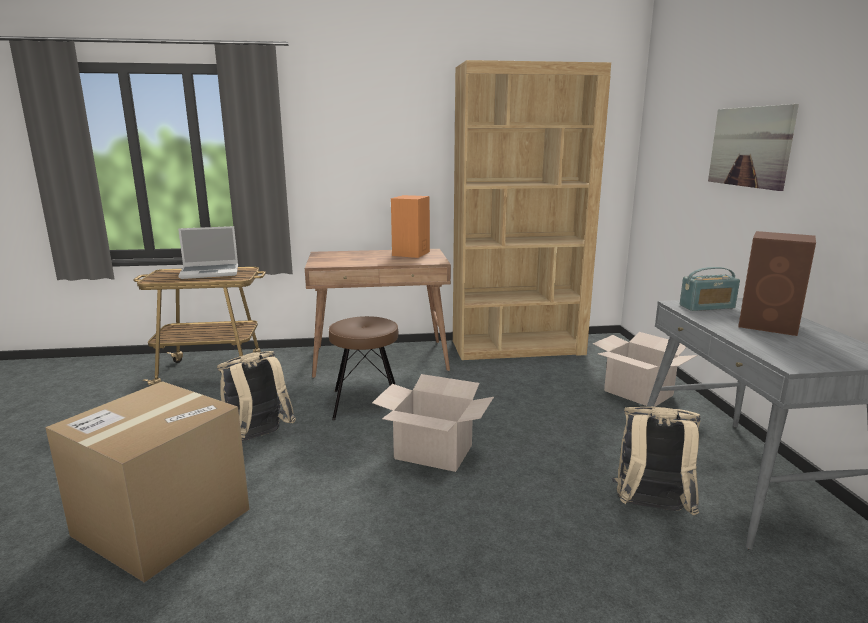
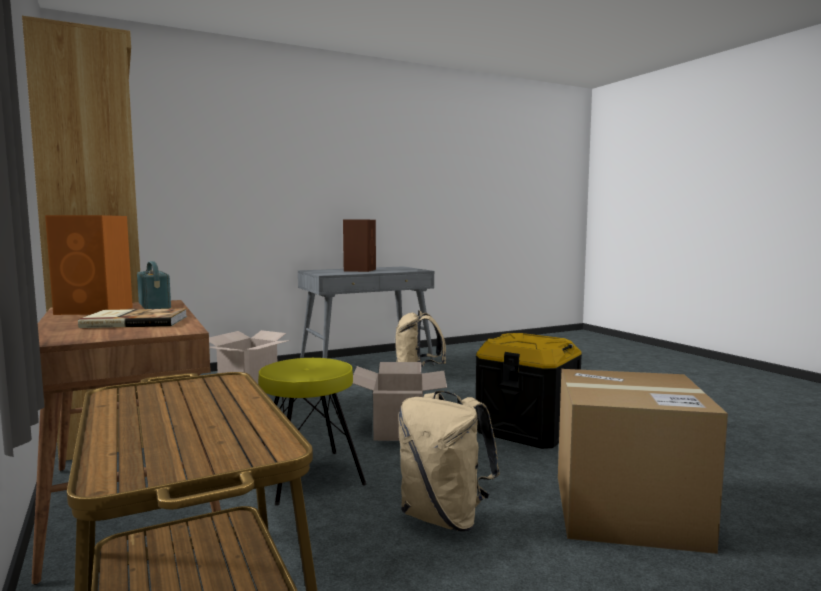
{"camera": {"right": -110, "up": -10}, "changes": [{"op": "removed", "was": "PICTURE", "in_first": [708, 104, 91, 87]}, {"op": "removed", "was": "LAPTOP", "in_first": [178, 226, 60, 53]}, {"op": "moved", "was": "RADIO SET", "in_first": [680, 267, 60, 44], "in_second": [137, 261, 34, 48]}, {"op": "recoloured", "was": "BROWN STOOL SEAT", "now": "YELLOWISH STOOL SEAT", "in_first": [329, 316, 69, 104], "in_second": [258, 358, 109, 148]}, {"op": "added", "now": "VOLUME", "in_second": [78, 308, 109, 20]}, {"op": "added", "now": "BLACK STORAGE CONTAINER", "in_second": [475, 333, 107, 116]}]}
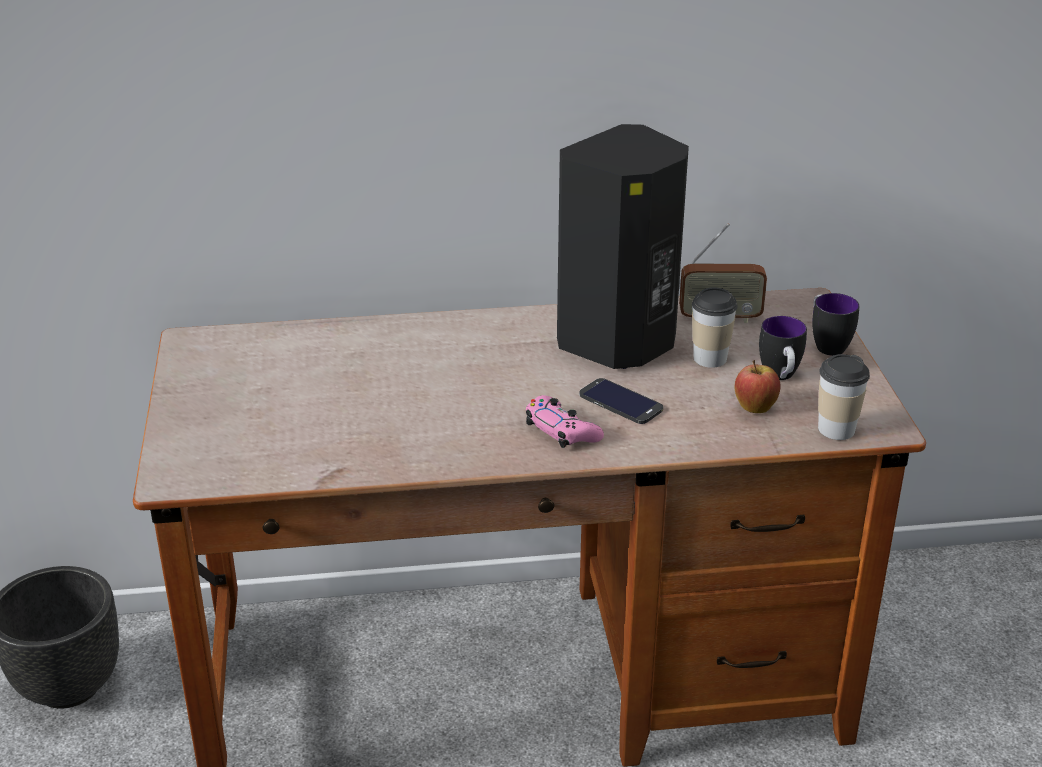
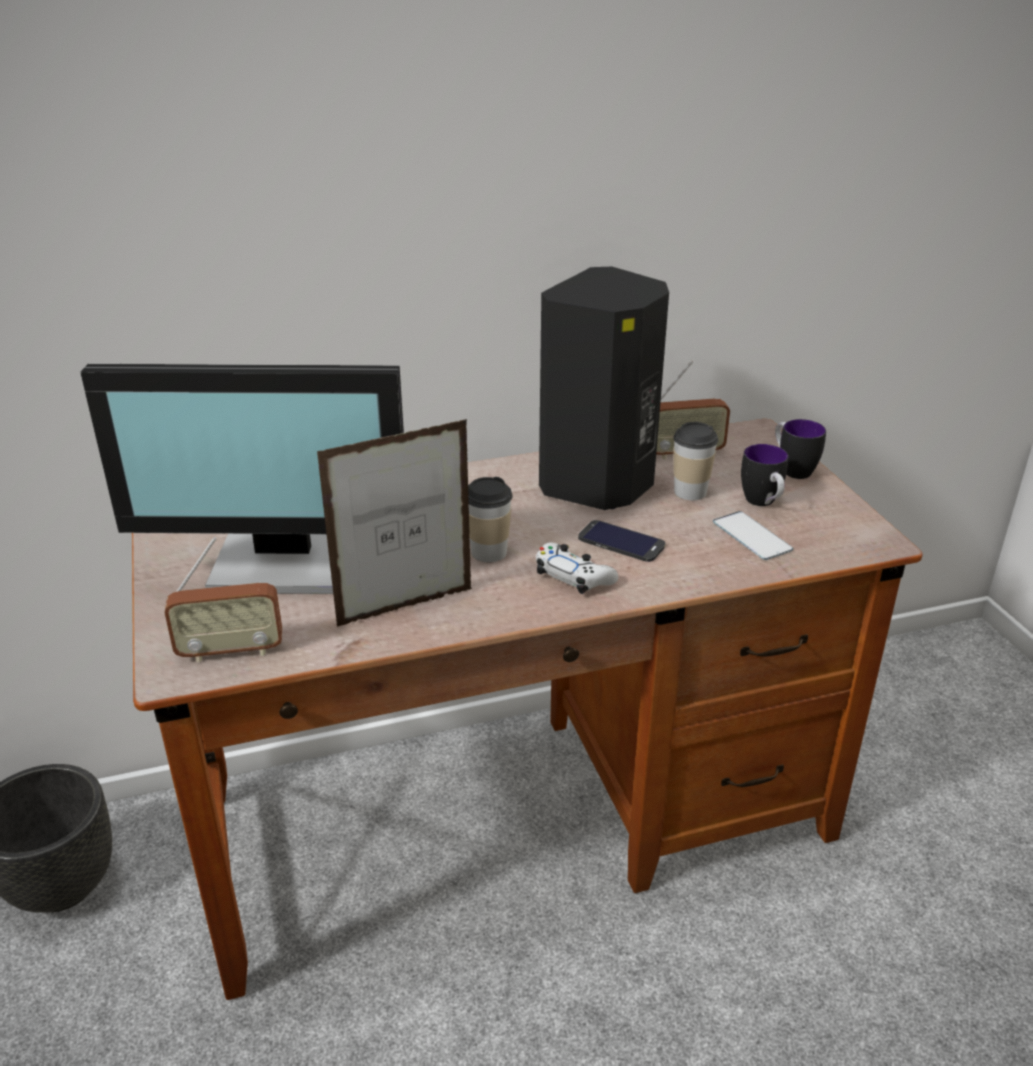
{"camera": {"right": -10, "up": 0}, "changes": [{"op": "moved", "was": "DRINKING CUP", "in_first": [818, 354, 52, 86], "in_second": [468, 477, 44, 85]}, {"op": "replaced", "was": "WHOLE APPLE", "now": "HANDSET", "in_first": [735, 360, 46, 53], "in_second": [713, 511, 80, 49]}, {"op": "recoloured", "was": "PINK JOYPAD", "now": "WHITISH JOYPAD", "in_first": [526, 395, 78, 53], "in_second": [536, 542, 82, 52]}, {"op": "added", "now": "MONITOR", "in_second": [80, 364, 324, 230]}, {"op": "added", "now": "PICTURE FRAME", "in_second": [317, 419, 155, 208]}, {"op": "added", "now": "RADIO SET", "in_second": [164, 537, 118, 126]}]}
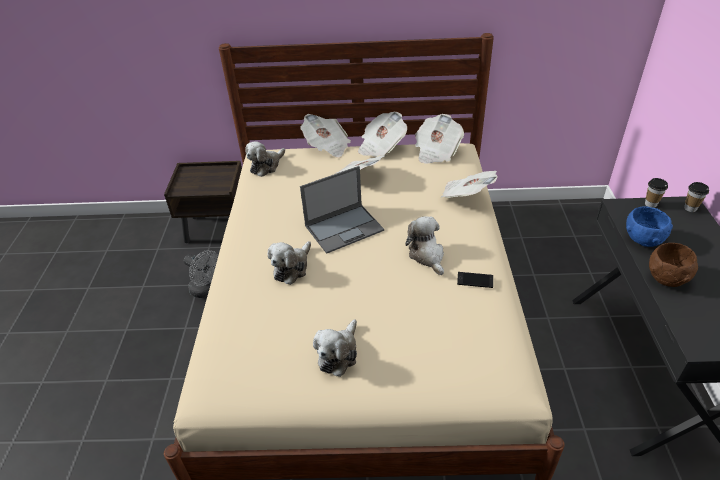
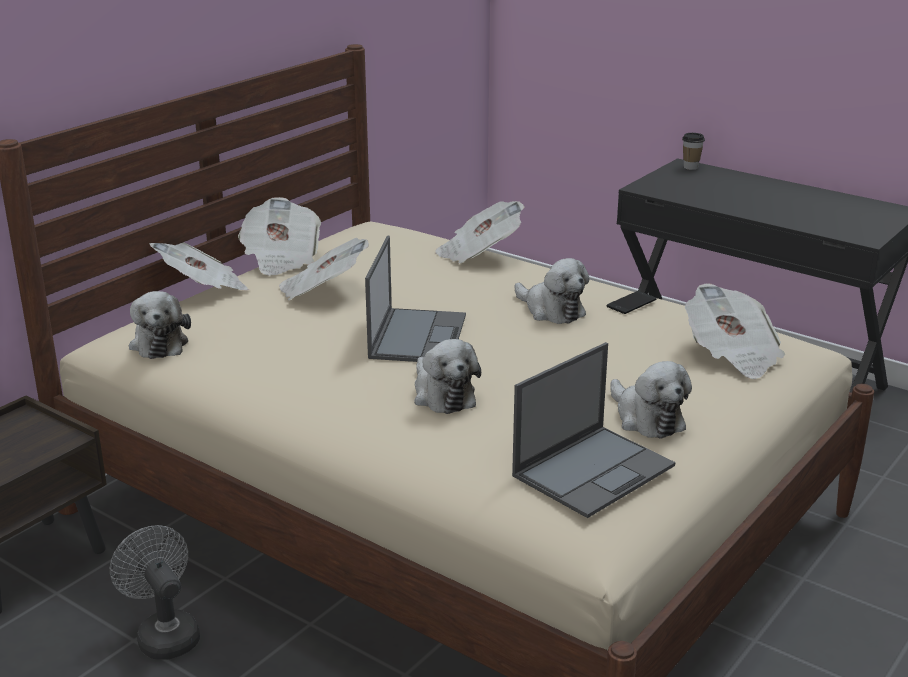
{"camera": {"right": -55, "up": -15}, "changes": [{"op": "moved", "was": "NEWSPAPER", "in_first": [415, 114, 49, 50], "in_second": [685, 283, 100, 96]}, {"op": "removed", "was": "DRINKING CUP", "in_first": [645, 178, 23, 30]}, {"op": "removed", "was": "BLUE-COLOURED DEEP DISH", "in_first": [626, 207, 47, 40]}, {"op": "turned", "was": "CUDDLY TOY", "in_first": [405, 216, 39, 59], "in_second": [514, 258, 75, 66], "clockwise": -150}, {"op": "removed", "was": "BROWN DEEP DISH", "in_first": [649, 243, 49, 44]}, {"op": "turned", "was": "GREY FAN", "in_first": [184, 250, 34, 48], "in_second": [110, 525, 90, 135], "clockwise": -105}, {"op": "added", "now": "LAPTOP", "in_second": [512, 342, 164, 176]}]}
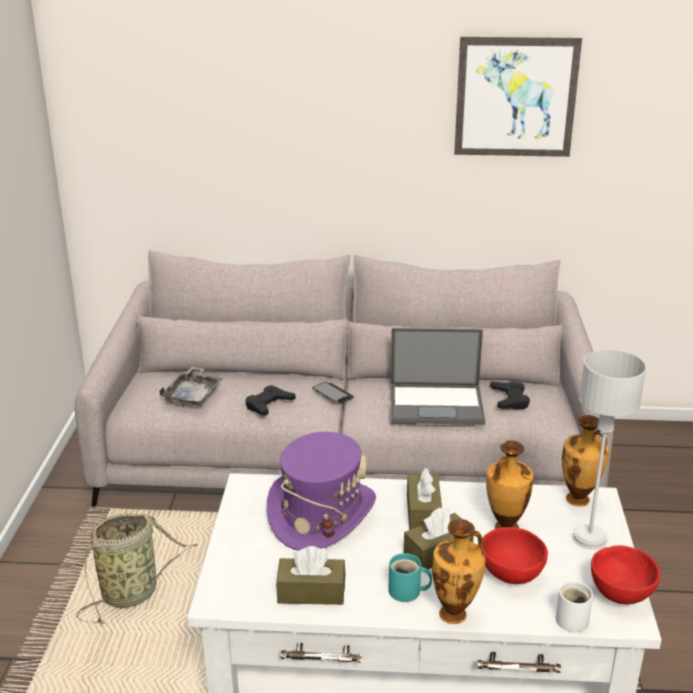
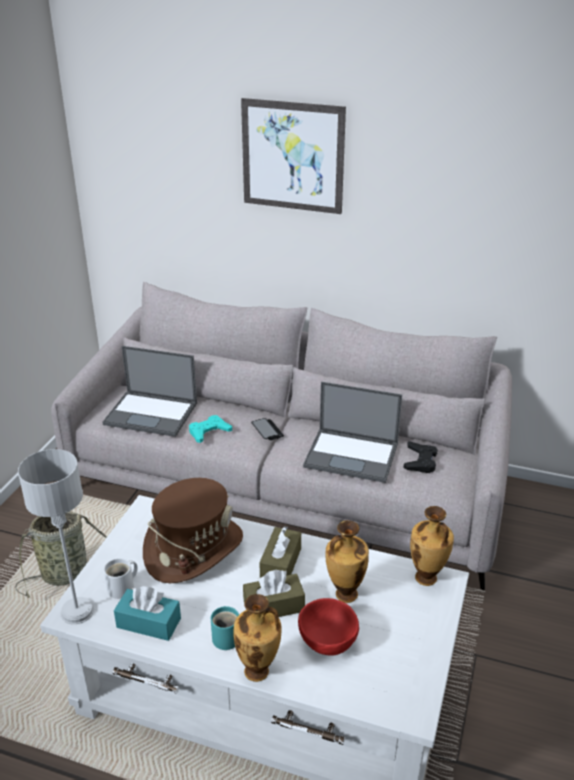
{"camera": {"right": 15, "up": 5}, "changes": [{"op": "moved", "was": "PICTURE", "in_first": [454, 37, 128, 120], "in_second": [241, 98, 105, 116]}, {"op": "moved", "was": "GREY LAMP FOR A TABLE", "in_first": [572, 350, 74, 200], "in_second": [18, 449, 76, 175]}, {"op": "replaced", "was": "GREY SERVING TRAY", "now": "LAPTOP", "in_first": [159, 366, 64, 40], "in_second": [102, 346, 95, 91]}, {"op": "recoloured", "was": "BLACK JOYPAD", "now": "BLUE-GREEN JOYPAD", "in_first": [245, 385, 51, 31], "in_second": [189, 415, 43, 28]}, {"op": "recoloured", "was": "PURPLE-COLOURED CLOTHING HAT", "now": "BROWN CLOTHING HAT", "in_first": [267, 432, 109, 119], "in_second": [143, 478, 100, 105]}, {"op": "removed", "was": "RED DEEP DISH", "in_first": [591, 545, 70, 59]}, {"op": "recoloured", "was": "BROWN BOX OF TISSUES", "now": "BLUE-GREEN BOX OF TISSUES", "in_first": [276, 546, 70, 59], "in_second": [114, 586, 67, 55]}, {"op": "moved", "was": "WHITISH MUG", "in_first": [556, 581, 37, 51], "in_second": [104, 558, 34, 41]}]}
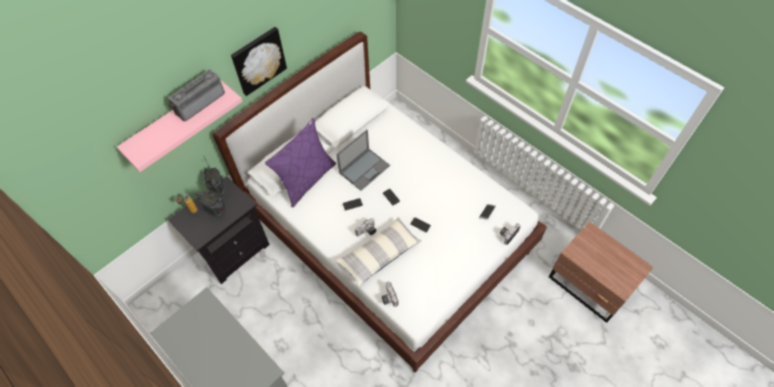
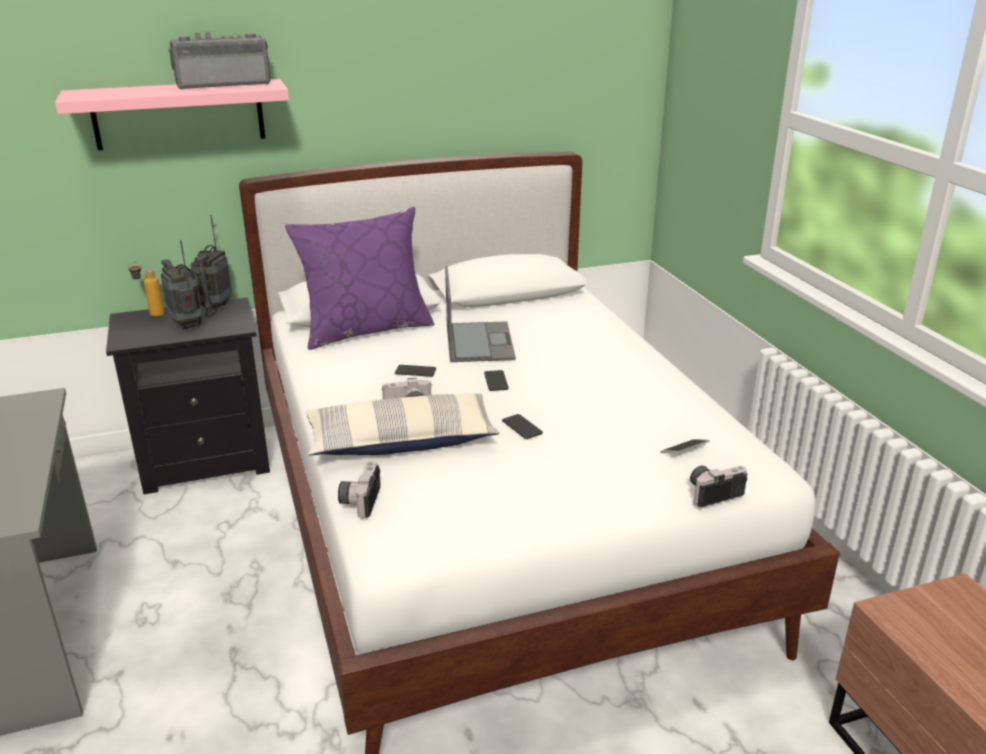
{"camera": {"right": 25, "up": -30}, "changes": [{"op": "removed", "was": "PICTURE", "in_first": [231, 27, 56, 69]}, {"op": "turned", "was": "LAPTOP", "in_first": [336, 130, 54, 61], "in_second": [445, 266, 71, 96], "clockwise": -75}]}
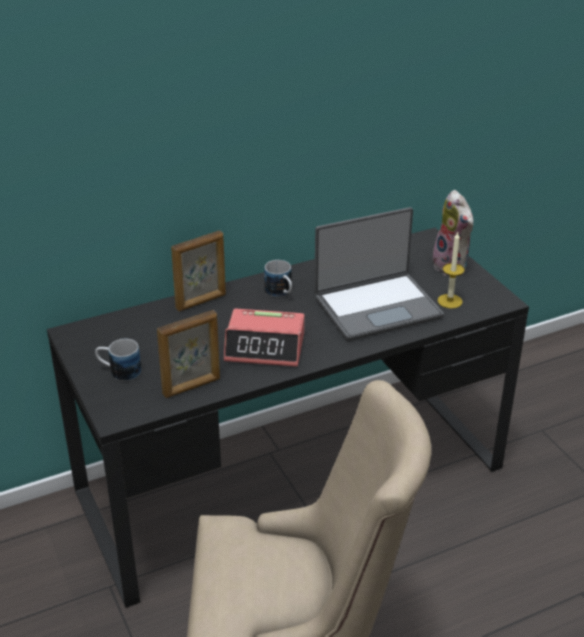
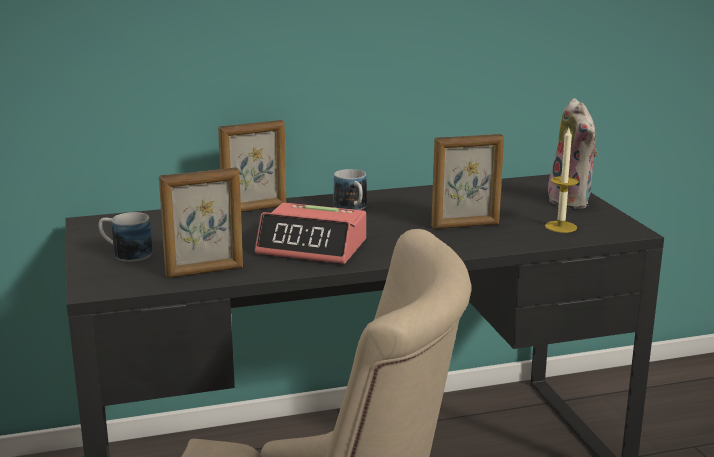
{"camera": {"right": 10, "up": -15}, "changes": [{"op": "replaced", "was": "LAPTOP", "now": "PICTURE FRAME", "in_first": [314, 207, 130, 134], "in_second": [431, 134, 73, 95]}]}
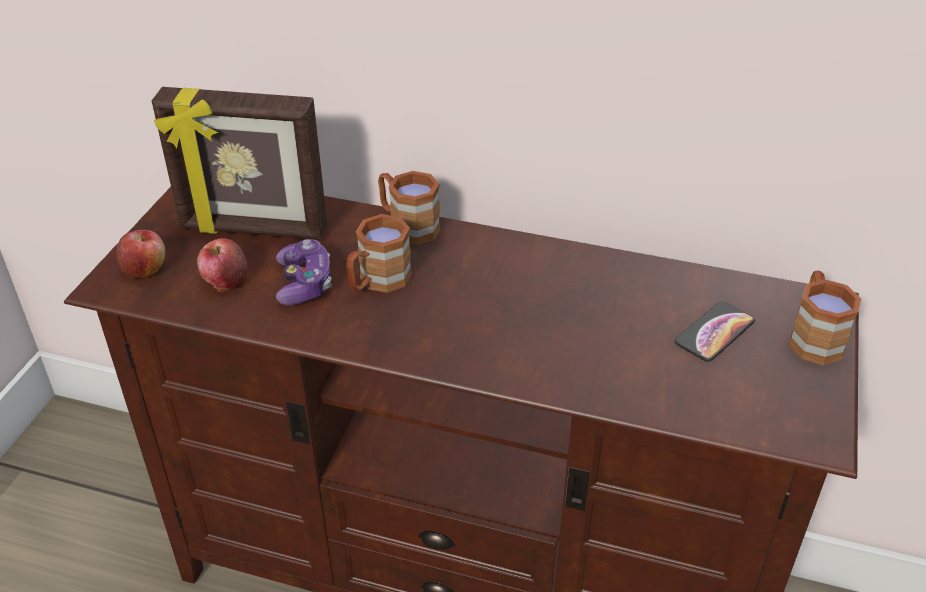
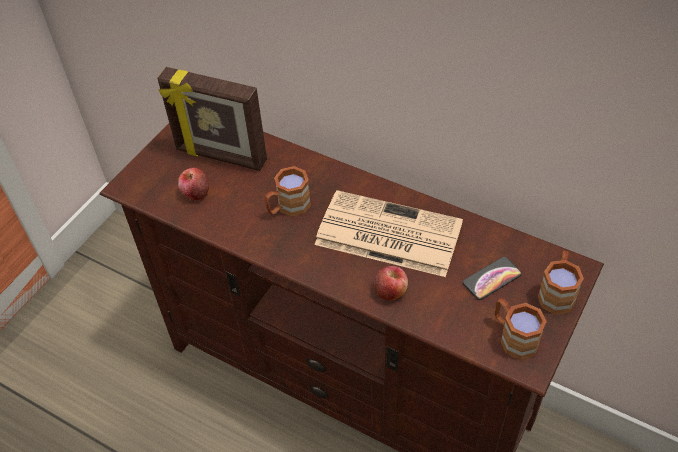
{"camera": {"right": 15, "up": 10}, "changes": [{"op": "moved", "was": "BROWN MUG", "in_first": [378, 171, 62, 74], "in_second": [495, 298, 52, 62]}, {"op": "moved", "was": "WHOLE APPLE", "in_first": [117, 230, 48, 49], "in_second": [374, 266, 34, 34]}, {"op": "removed", "was": "JOYPAD", "in_first": [276, 239, 56, 66]}, {"op": "added", "now": "NEWSPAPER", "in_second": [315, 190, 148, 87]}]}
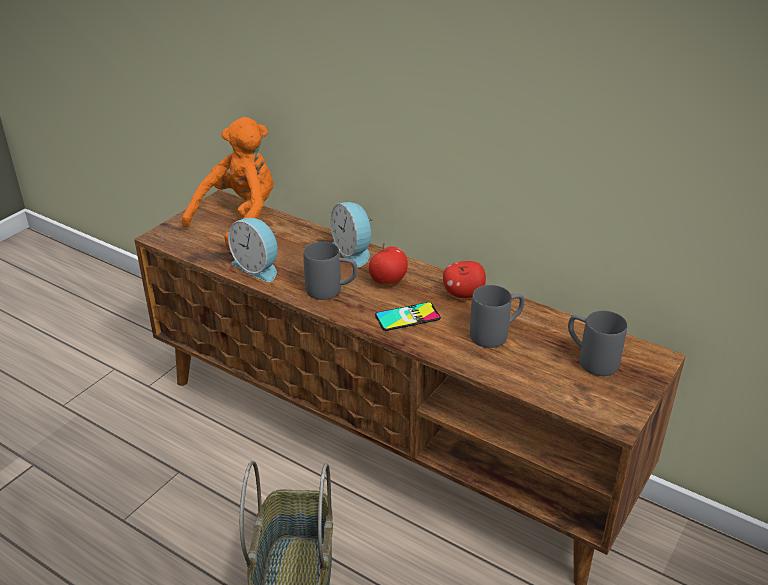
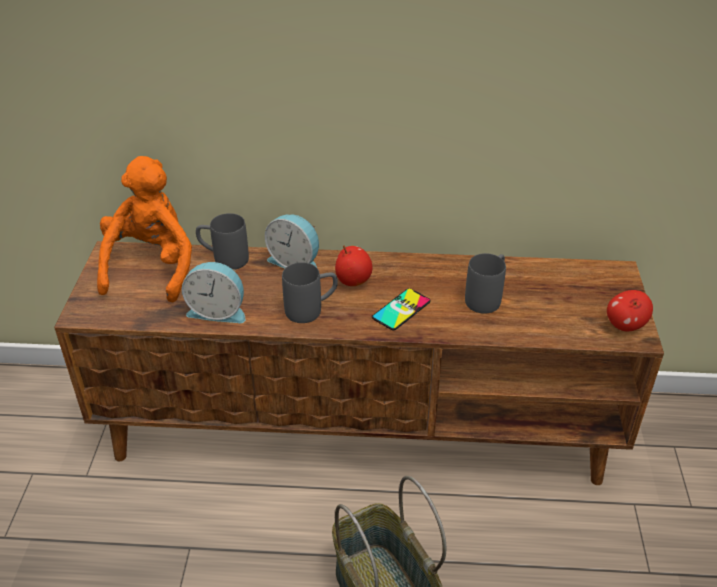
{"camera": {"right": -30, "up": 5}, "changes": [{"op": "moved", "was": "WHOLE APPLE", "in_first": [443, 261, 43, 37], "in_second": [607, 290, 46, 41]}, {"op": "moved", "was": "GREY MUG", "in_first": [568, 310, 59, 66], "in_second": [196, 213, 53, 57]}]}
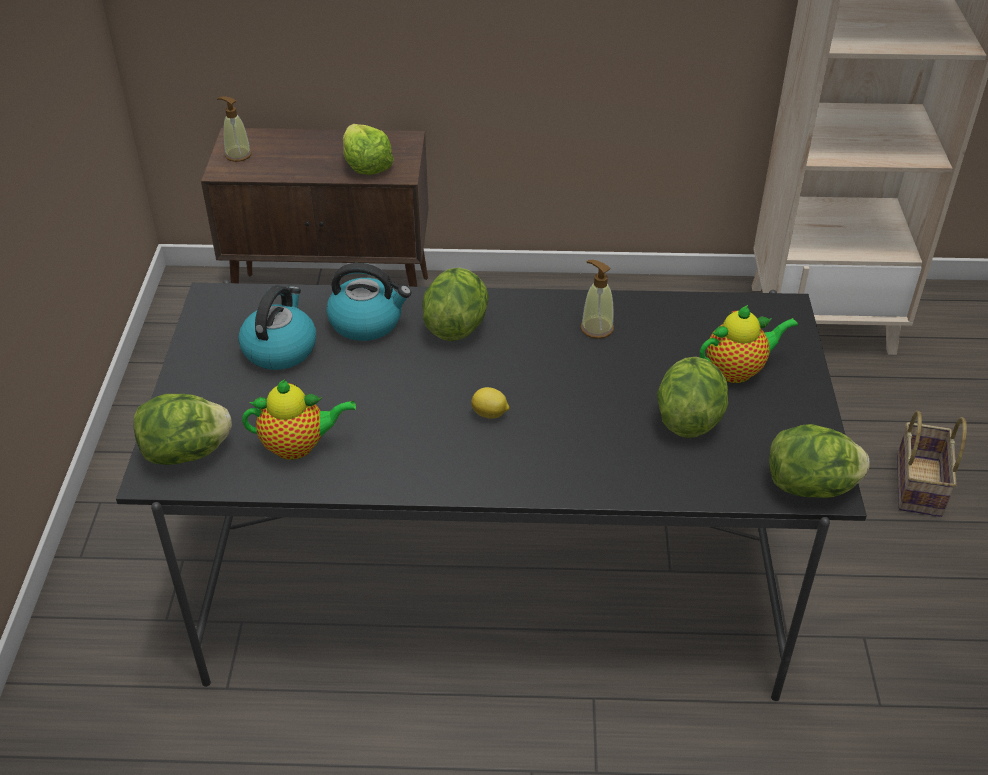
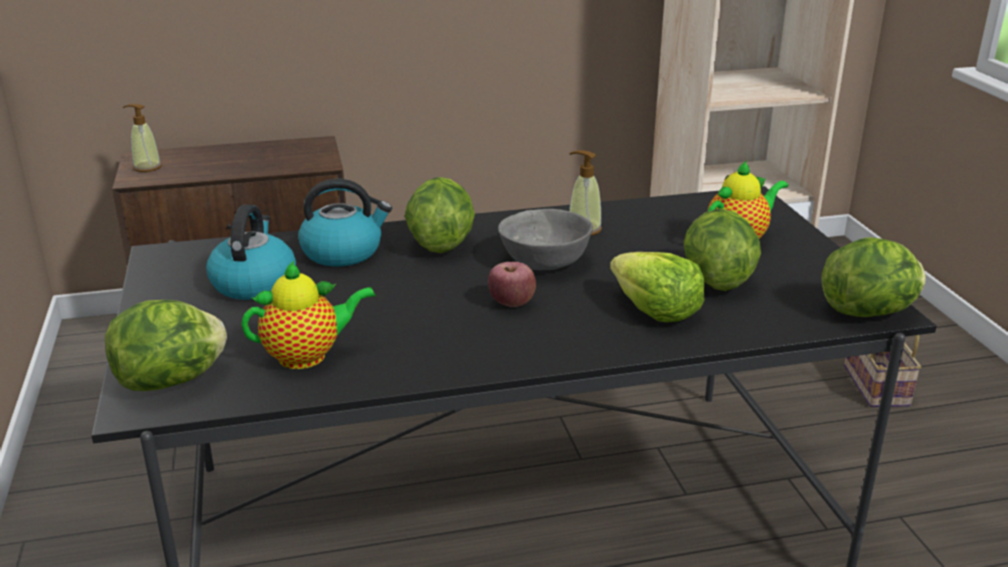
{"camera": {"right": -15, "up": -15}, "changes": [{"op": "moved", "was": "HEAD OF LETTUCE", "in_first": [343, 124, 51, 51], "in_second": [610, 252, 95, 70]}, {"op": "replaced", "was": "WHOLE LEMON", "now": "WHOLE APPLE", "in_first": [471, 387, 39, 32], "in_second": [488, 262, 48, 45]}, {"op": "added", "now": "GREY DEEP DISH", "in_second": [498, 209, 95, 61]}]}
